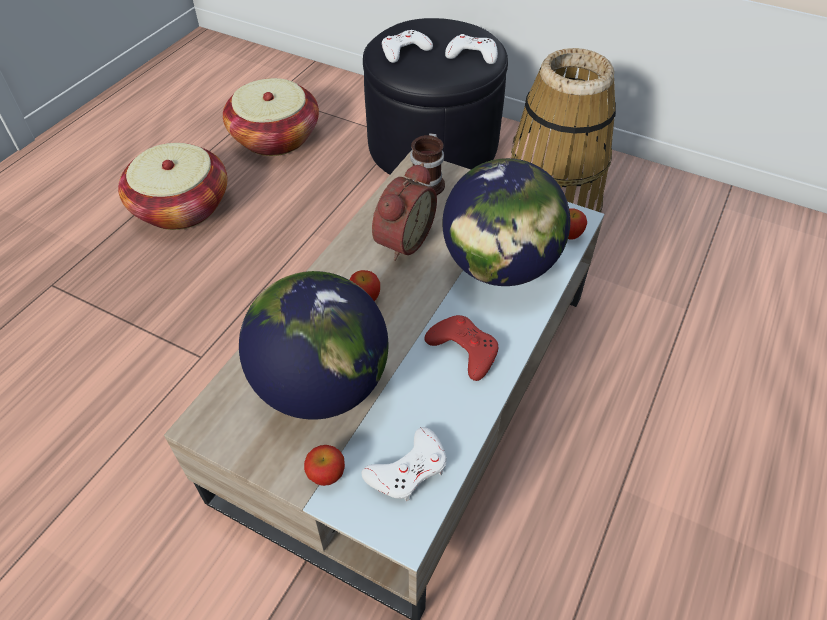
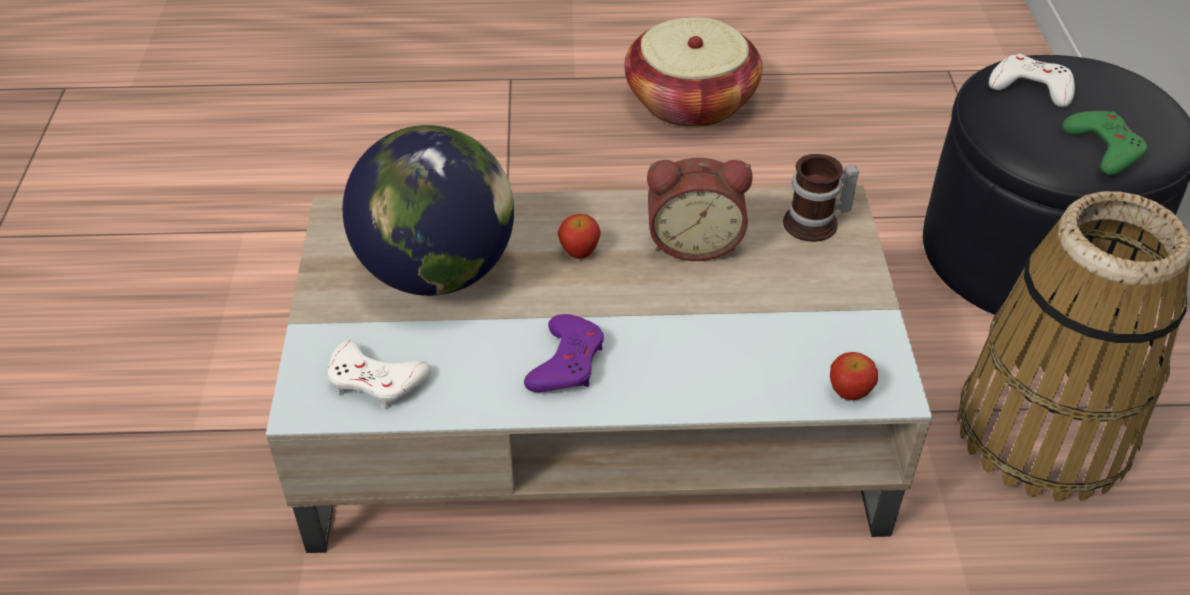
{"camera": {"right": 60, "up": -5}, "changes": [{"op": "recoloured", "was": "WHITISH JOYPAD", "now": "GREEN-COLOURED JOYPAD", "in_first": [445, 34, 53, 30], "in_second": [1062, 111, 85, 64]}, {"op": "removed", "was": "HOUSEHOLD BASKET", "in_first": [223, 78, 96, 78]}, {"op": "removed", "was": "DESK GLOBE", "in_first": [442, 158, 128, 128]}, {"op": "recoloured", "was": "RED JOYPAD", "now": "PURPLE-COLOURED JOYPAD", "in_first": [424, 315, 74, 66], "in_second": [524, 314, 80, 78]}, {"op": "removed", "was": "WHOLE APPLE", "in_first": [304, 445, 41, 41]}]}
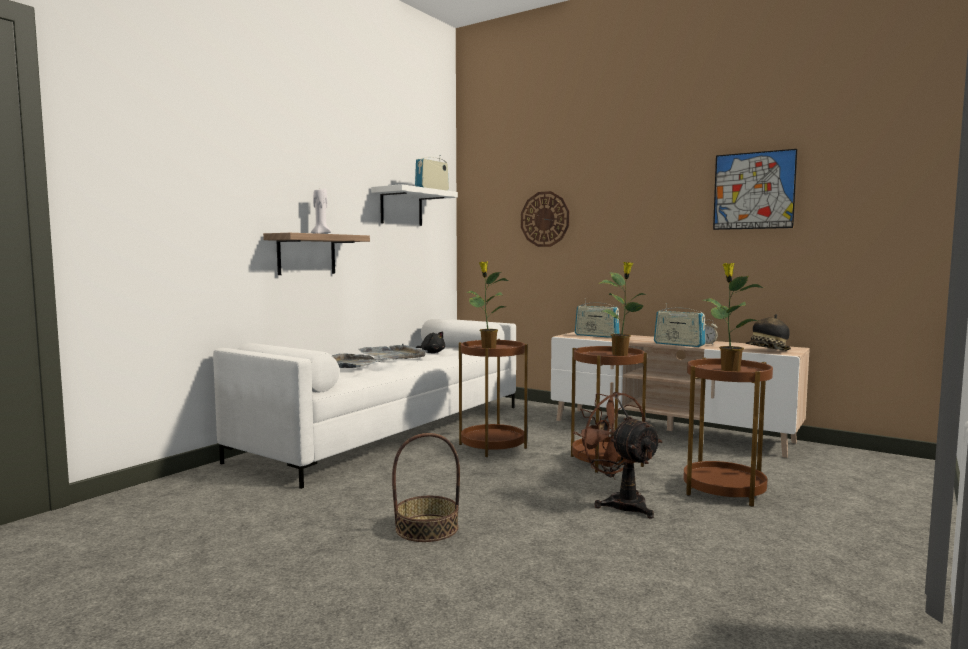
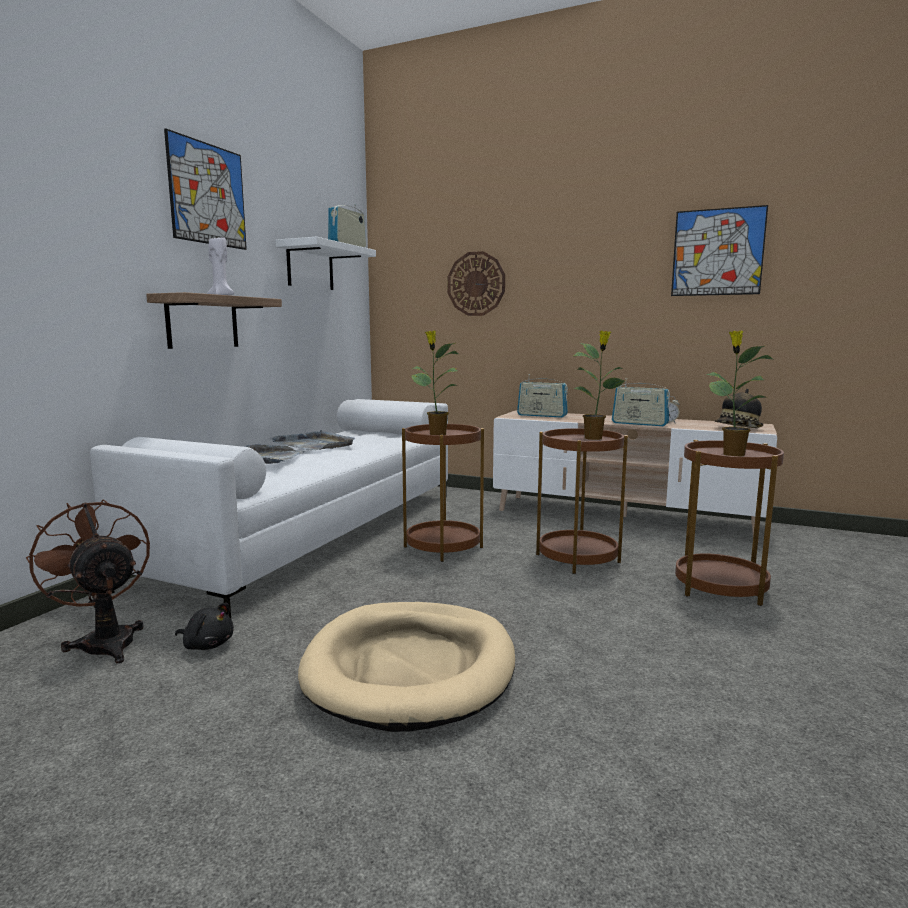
{"camera": {"right": -10, "up": 5}, "changes": [{"op": "moved", "was": "BLACK CUDDLY TOY", "in_first": [416, 331, 29, 22], "in_second": [175, 603, 59, 47]}, {"op": "moved", "was": "BROWN FAN", "in_first": [573, 392, 89, 127], "in_second": [26, 499, 124, 164]}, {"op": "replaced", "was": "HOUSEHOLD BASKET", "now": "BEIGE DOG CUSHION", "in_first": [392, 433, 68, 109], "in_second": [298, 602, 217, 130]}, {"op": "added", "now": "PICTURE", "in_second": [164, 128, 83, 122]}]}
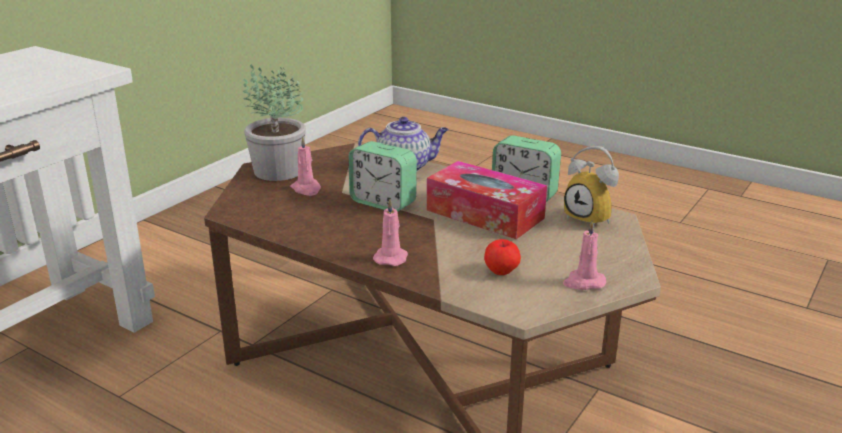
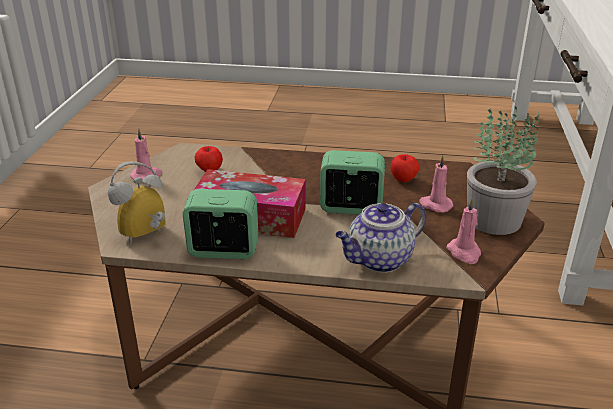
{"camera": {"right": 155, "up": 5}, "changes": [{"op": "turned", "was": "BEDSIDE CLOCK", "in_first": [564, 146, 55, 82], "in_second": [108, 161, 58, 84], "clockwise": -60}, {"op": "moved", "was": "PINK WAX LIGHT", "in_first": [373, 199, 35, 67], "in_second": [446, 198, 35, 66]}, {"op": "added", "now": "WHOLE APPLE", "in_second": [391, 154, 29, 28]}]}
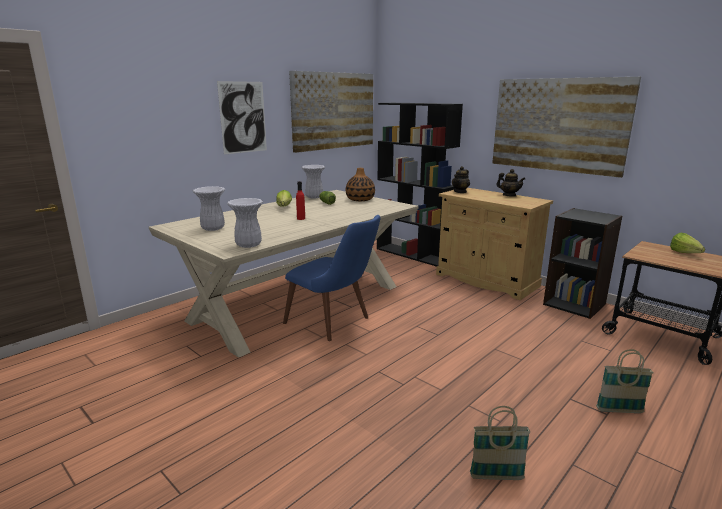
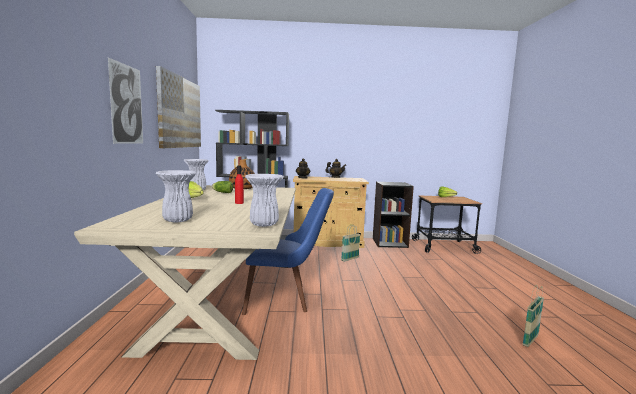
{"camera": {"right": -45, "up": -10}, "changes": [{"op": "removed", "was": "PICTURE", "in_first": [492, 77, 149, 101]}, {"op": "moved", "was": "HOUSEHOLD BASKET", "in_first": [596, 349, 58, 64], "in_second": [341, 225, 19, 36]}]}
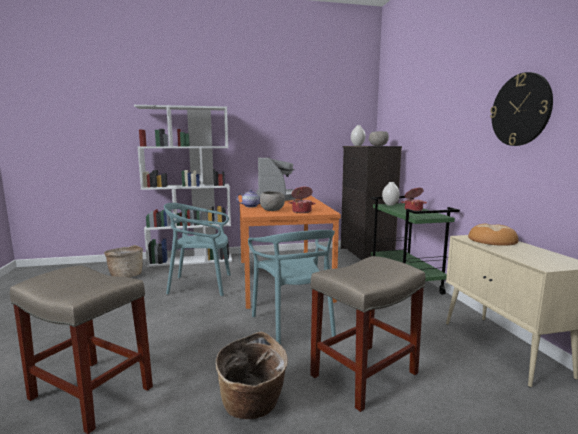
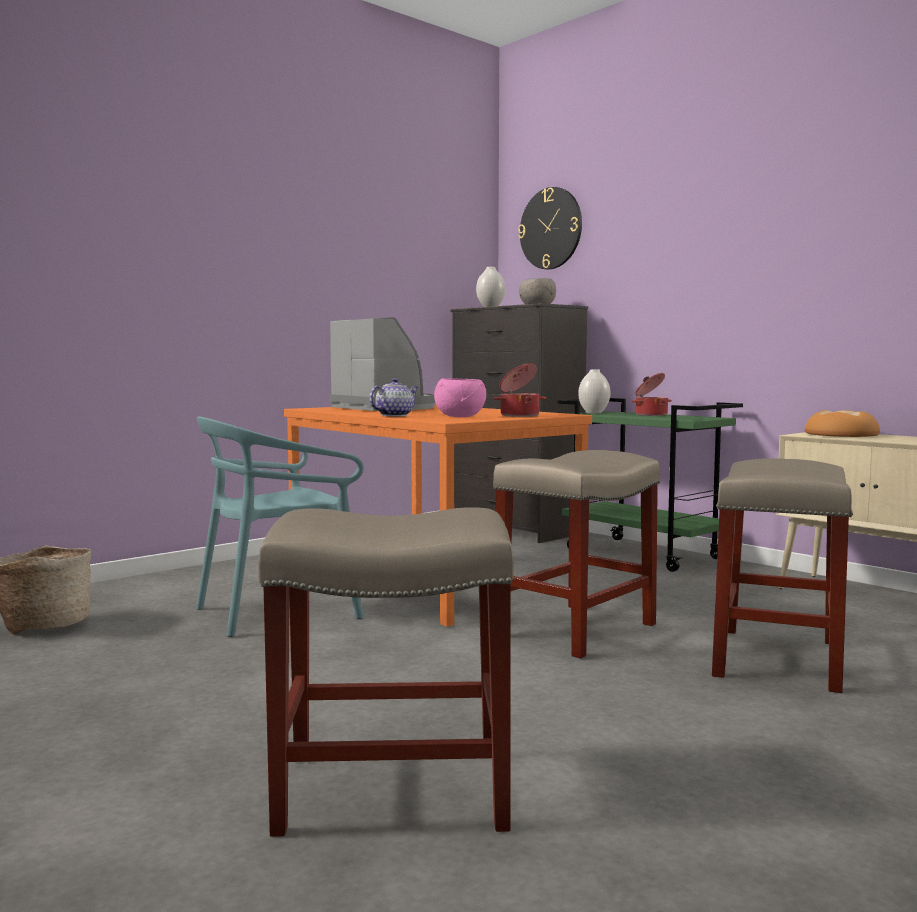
{"camera": {"right": -30, "up": -5}, "changes": [{"op": "moved", "was": "HANGING CLOCK", "in_first": [490, 72, 63, 74], "in_second": [518, 187, 64, 82]}, {"op": "removed", "was": "WHITISH SHELVING UNIT", "in_first": [134, 105, 98, 162]}, {"op": "recoloured", "was": "GREY DEEP DISH", "now": "PINK DEEP DISH", "in_first": [260, 191, 25, 20], "in_second": [434, 378, 52, 39]}, {"op": "replaced", "was": "BLUE-GREEN UPRIGHT CHAIR", "now": "BEIGE STOOL SEAT", "in_first": [248, 230, 88, 115], "in_second": [493, 450, 167, 209]}, {"op": "removed", "was": "HOUSEHOLD BASKET", "in_first": [216, 332, 72, 87]}]}
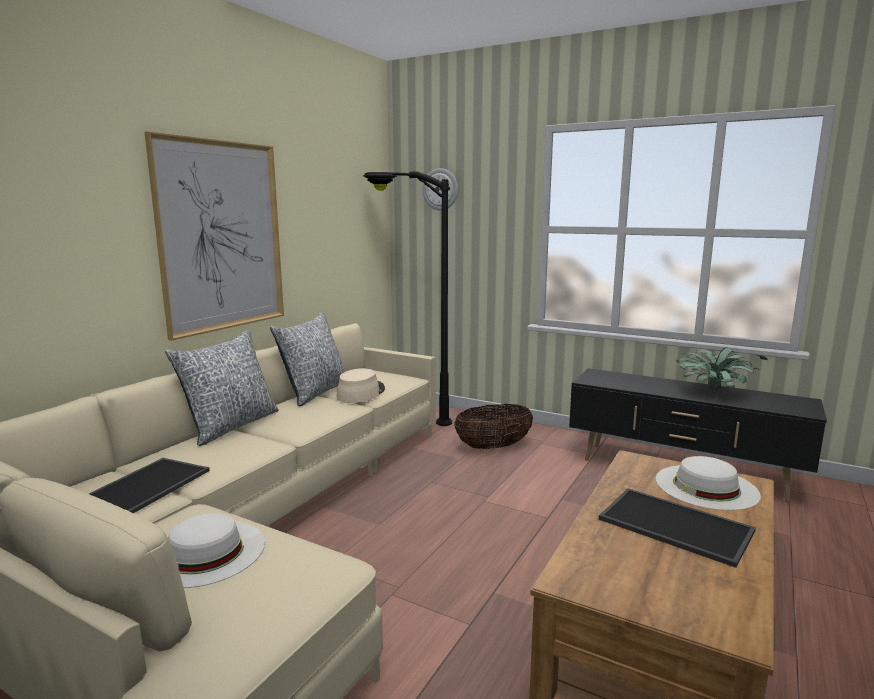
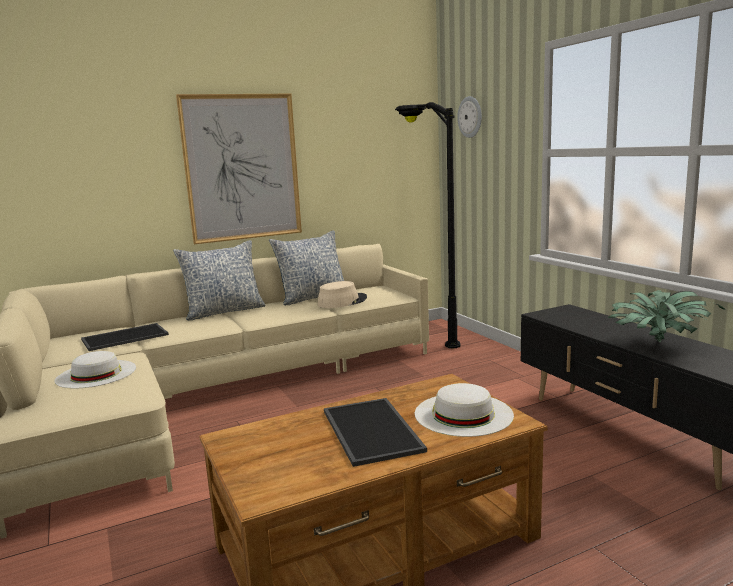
{"camera": {"right": 35, "up": 0}, "changes": [{"op": "removed", "was": "HOUSEHOLD BASKET", "in_first": [454, 404, 79, 45]}]}
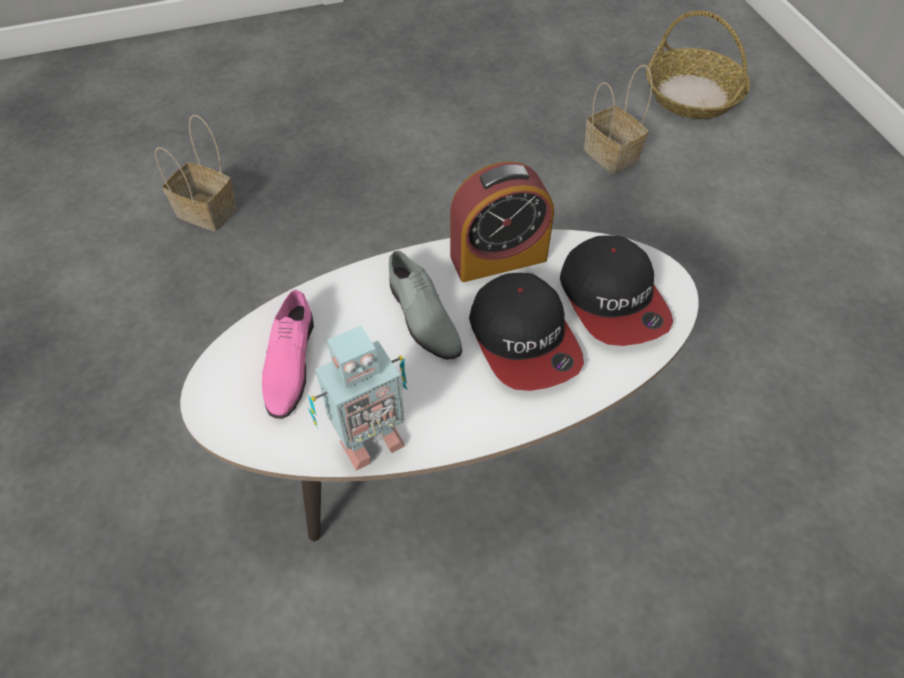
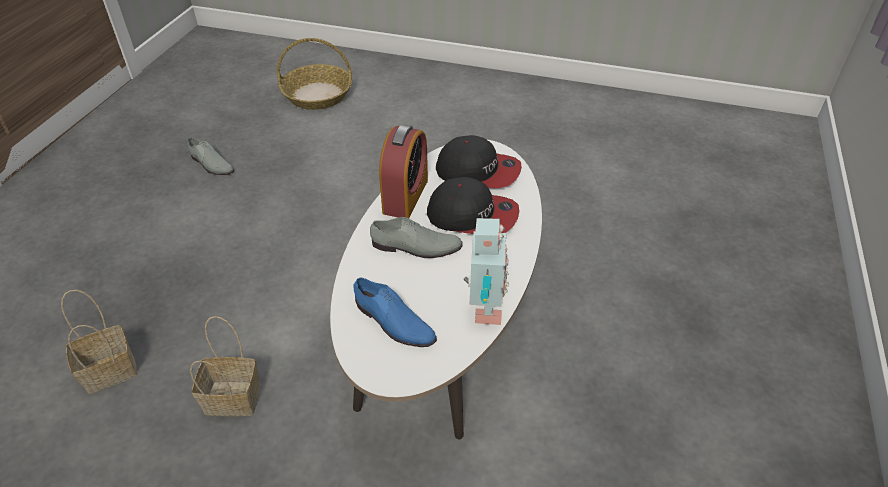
{"camera": {"right": -55, "up": -10}, "changes": [{"op": "moved", "was": "HOUSEHOLD BASKET", "in_first": [584, 65, 68, 109], "in_second": [190, 316, 71, 100]}, {"op": "recoloured", "was": "PINK LOW SHOE", "now": "BLUE-COLOURED LOW SHOE", "in_first": [262, 290, 52, 129], "in_second": [353, 277, 84, 70]}, {"op": "added", "now": "GREY LOW SHOE", "in_second": [187, 138, 47, 37]}]}
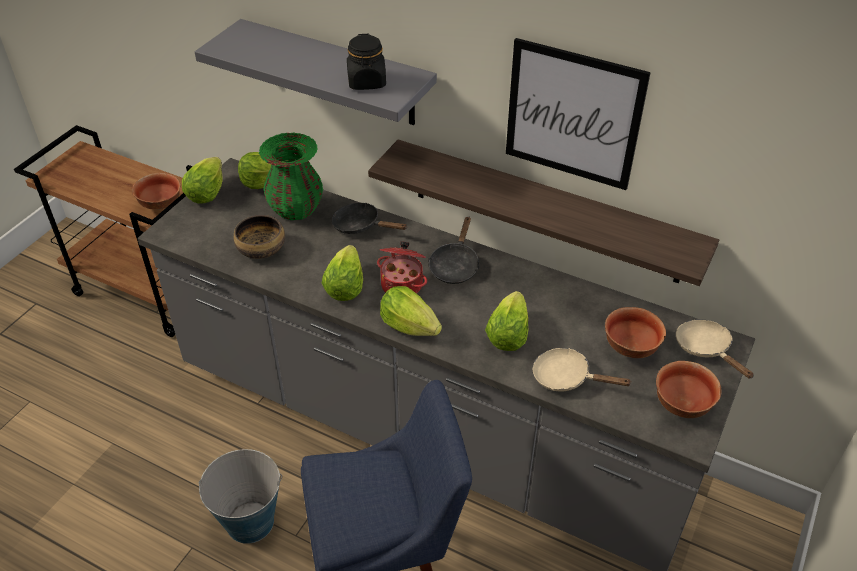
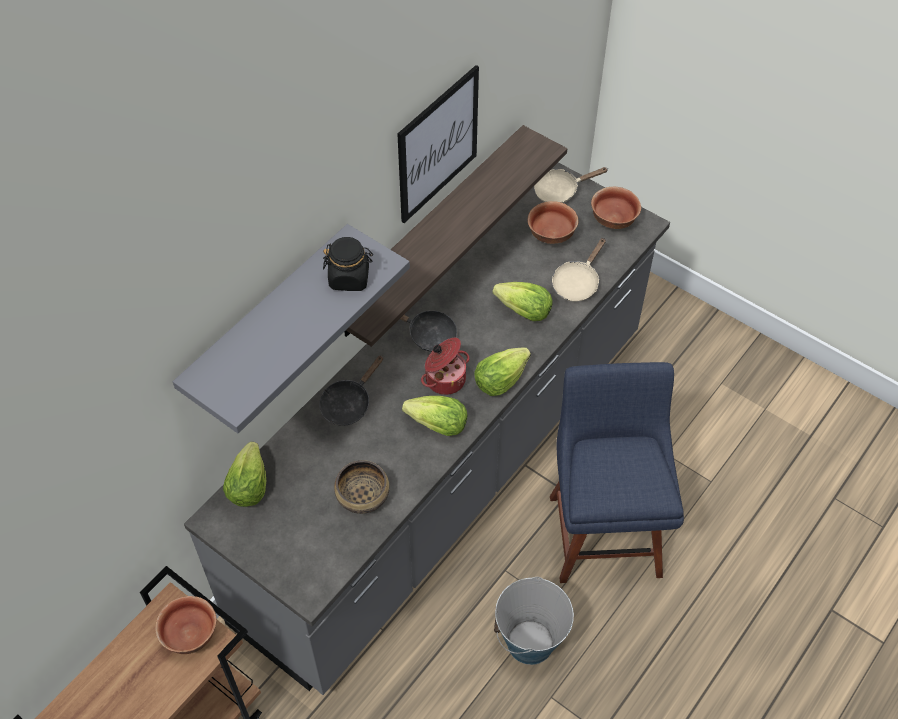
{"camera": {"right": -80, "up": 10}, "changes": [{"op": "removed", "was": "GREEN-COLOURED FLOWER VASE", "in_first": [259, 133, 64, 87]}, {"op": "removed", "was": "HEAD OF LETTUCE", "in_first": [182, 157, 40, 47]}]}
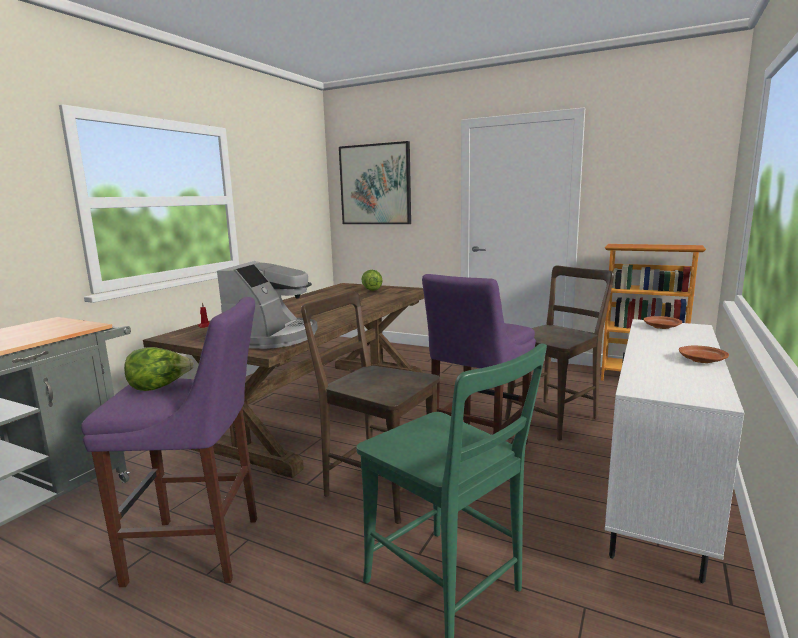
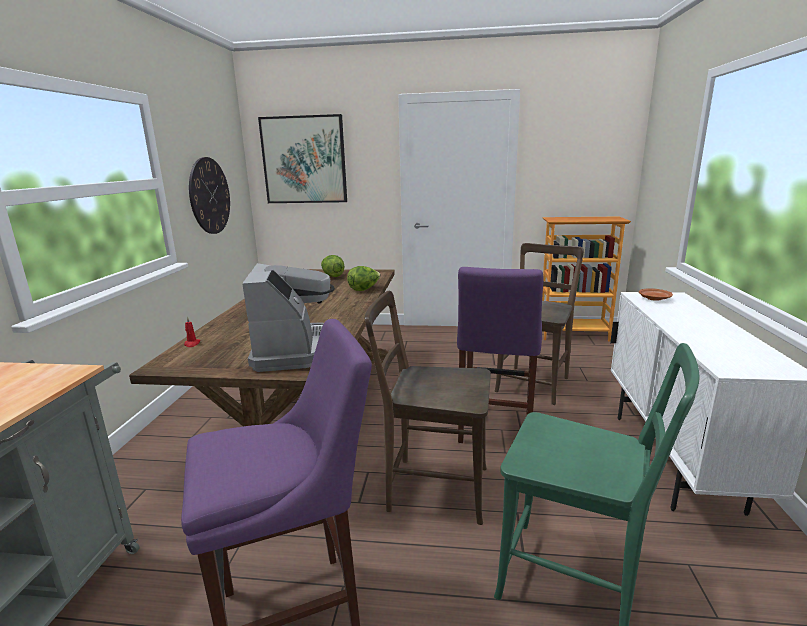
{"camera": {"right": -20, "up": 5}, "changes": [{"op": "removed", "was": "BROWN FLAT DISH", "in_first": [679, 346, 50, 17]}, {"op": "moved", "was": "HEAD OF LETTUCE", "in_first": [124, 347, 70, 44], "in_second": [347, 266, 34, 25]}, {"op": "added", "now": "HANGING CLOCK", "in_second": [189, 157, 41, 77]}]}
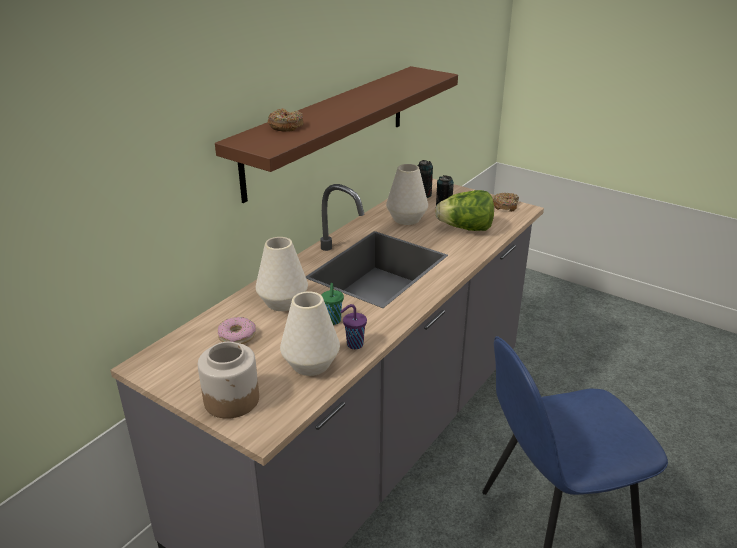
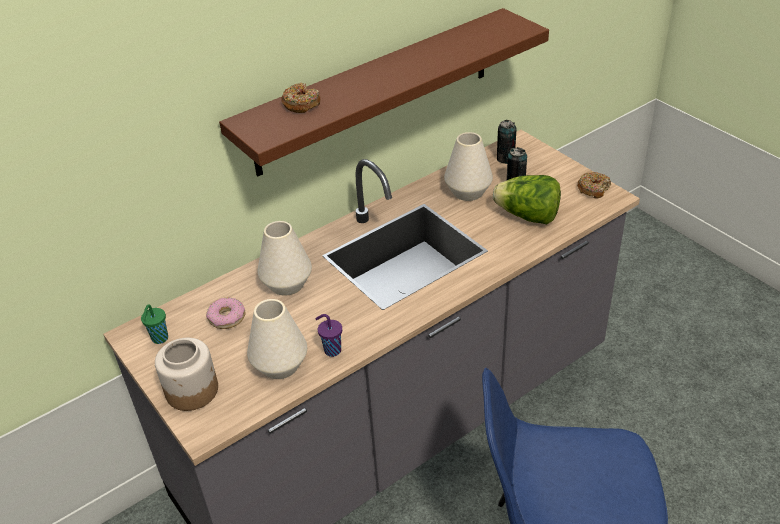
{"camera": {"right": 20, "up": 10}, "changes": [{"op": "moved", "was": "GREEN-COLOURED DRINKING CUP", "in_first": [321, 283, 23, 42], "in_second": [141, 304, 27, 40]}]}
